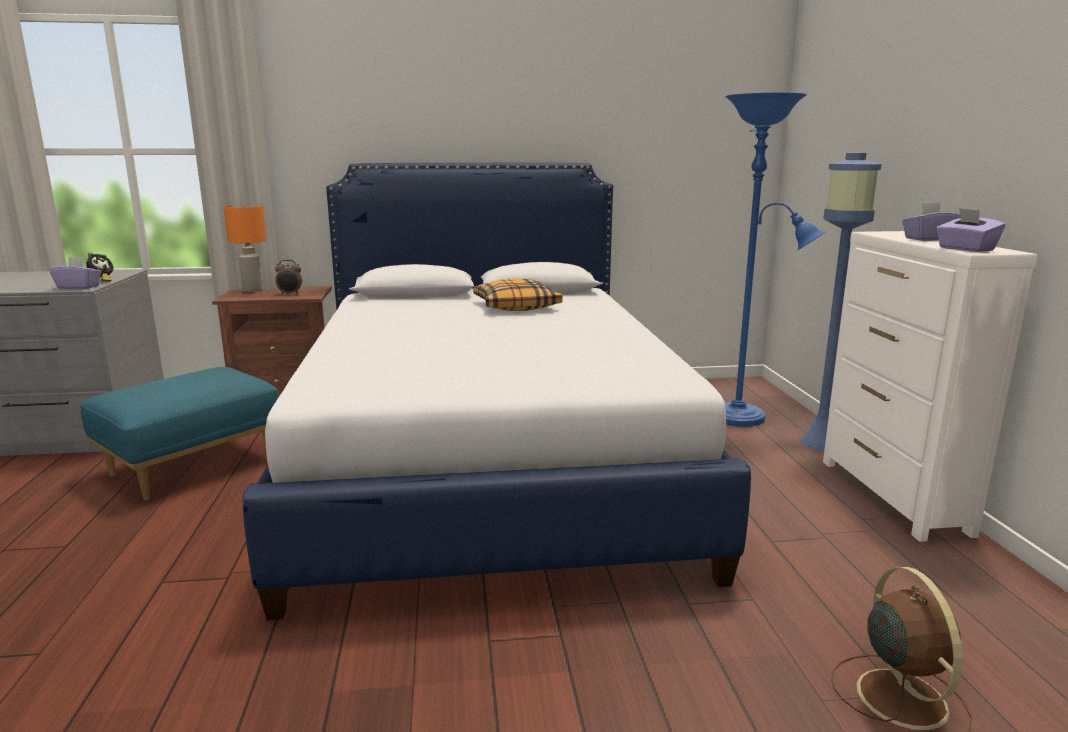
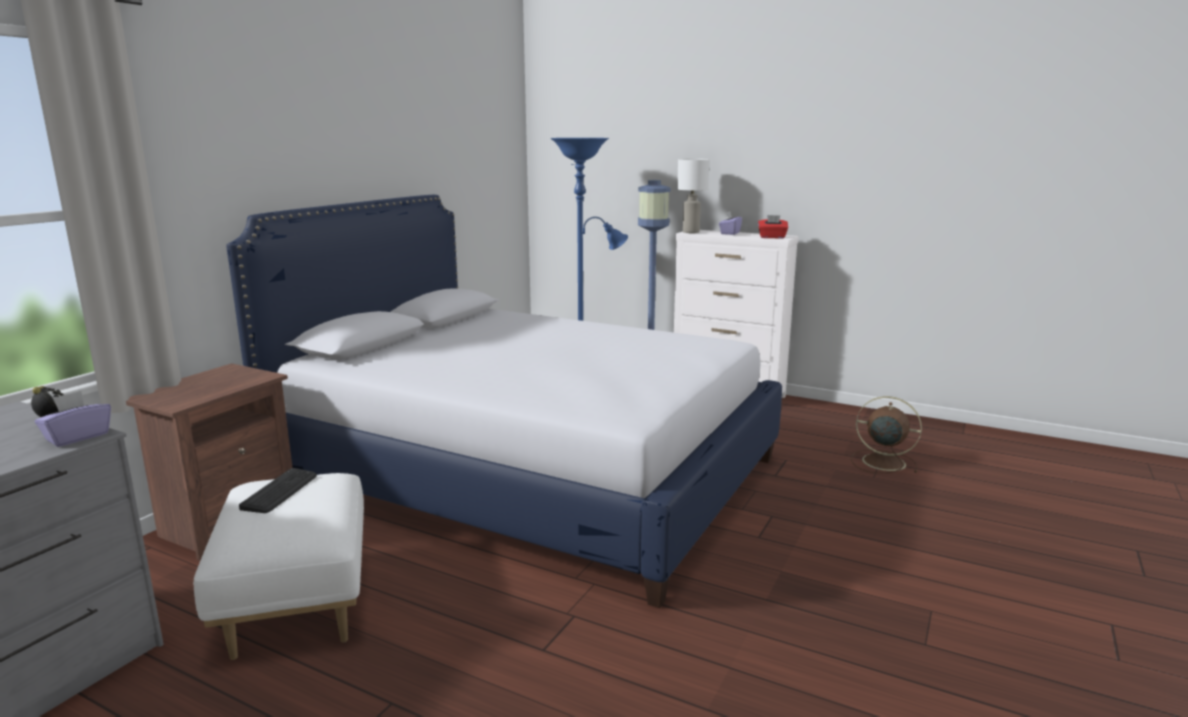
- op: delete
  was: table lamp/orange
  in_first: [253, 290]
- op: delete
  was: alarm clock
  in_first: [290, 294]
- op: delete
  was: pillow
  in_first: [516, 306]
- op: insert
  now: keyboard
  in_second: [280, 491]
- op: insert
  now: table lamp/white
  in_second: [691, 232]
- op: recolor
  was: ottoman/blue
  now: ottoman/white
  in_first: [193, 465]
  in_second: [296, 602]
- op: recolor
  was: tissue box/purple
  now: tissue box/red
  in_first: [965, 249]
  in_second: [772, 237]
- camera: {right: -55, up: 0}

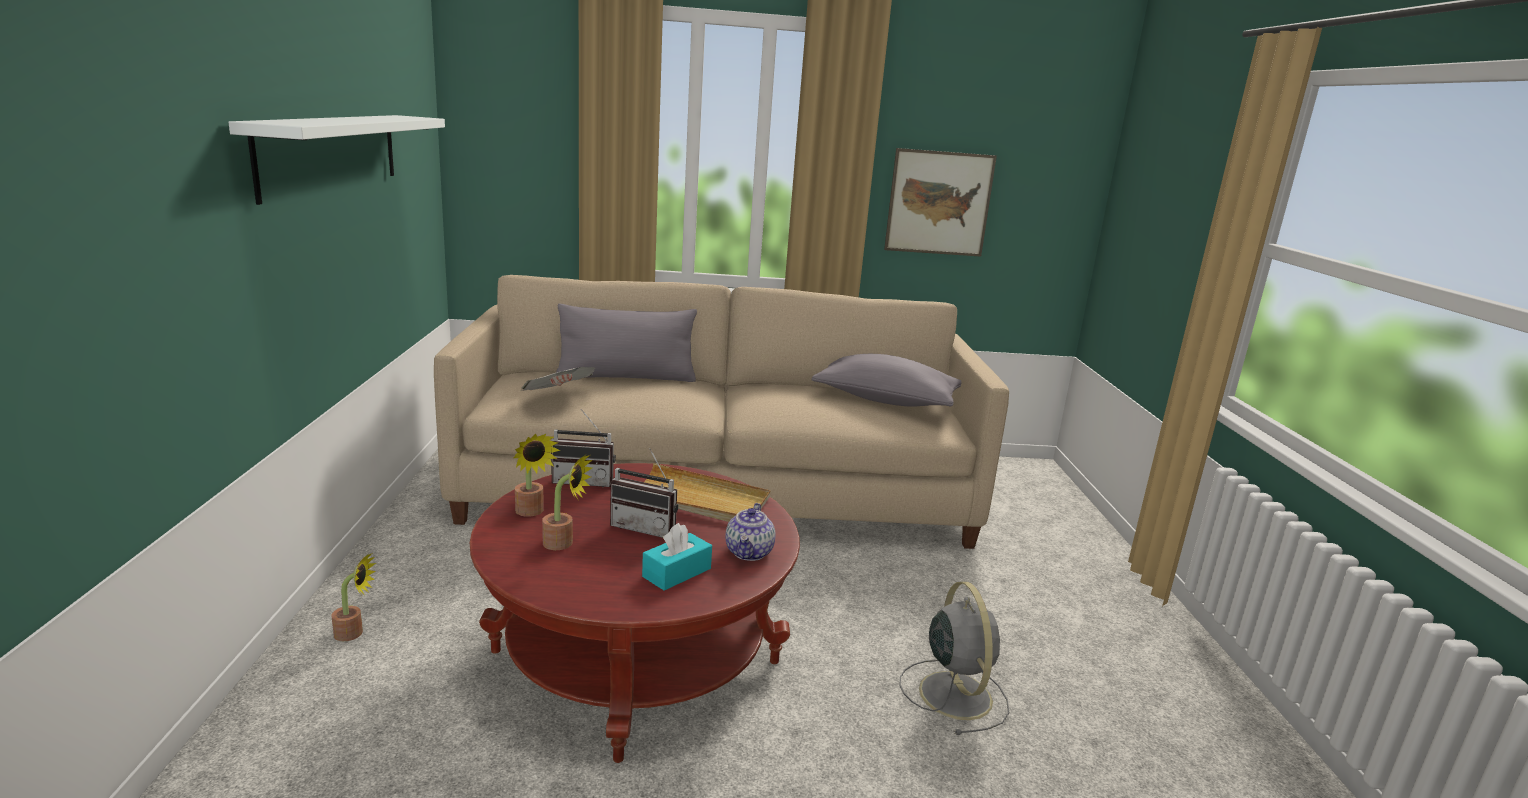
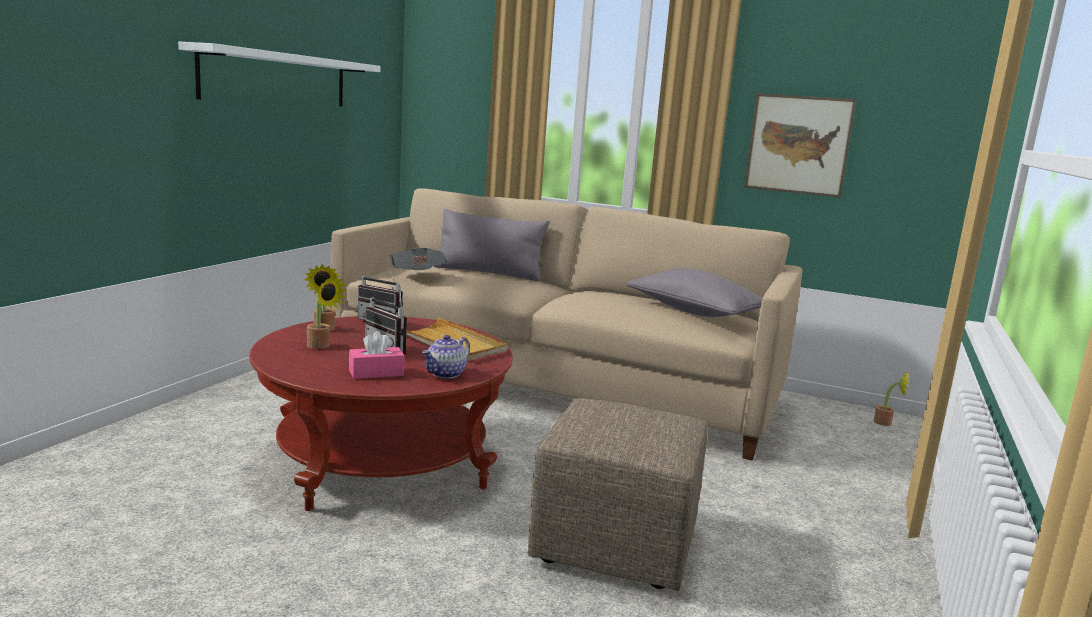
- op: move
  was: potted plant
  in_first: [354, 633]
  in_second: [886, 423]
- op: replace
  was: fan/grey
  now: ottoman/beige
  in_first: [954, 693]
  in_second: [615, 543]
- op: recolor
  was: tissue box/turquoise
  now: tissue box/pink
  in_first: [677, 572]
  in_second: [376, 373]
- camera: {right: 25, up: -5}

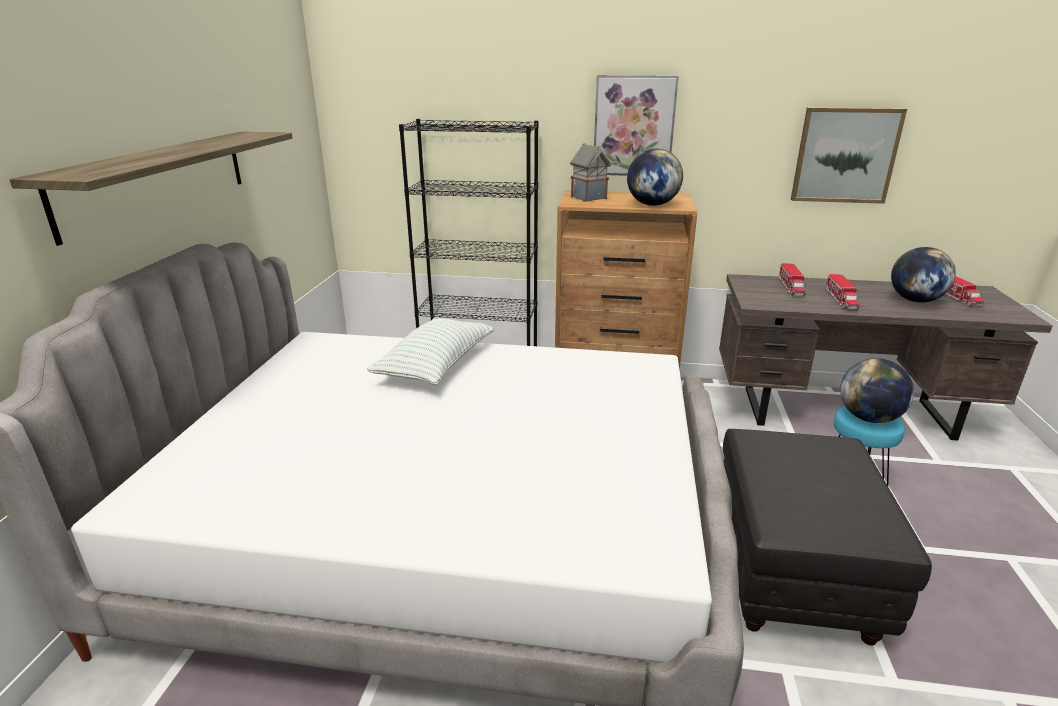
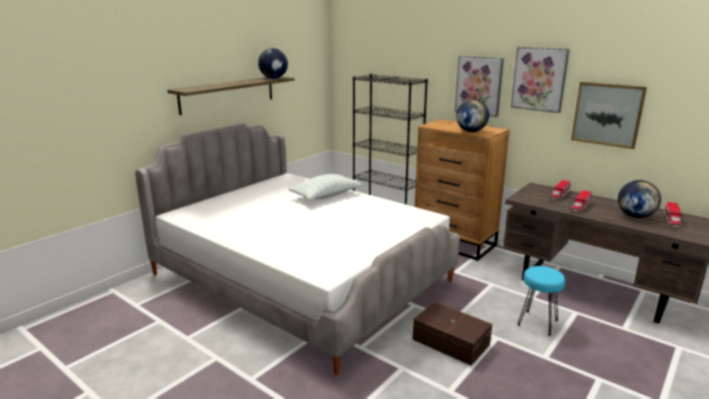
- op: delete
  was: toy house
  in_first: [589, 198]
- op: insert
  now: picture
  in_second: [539, 79]
- op: move
  was: globe
  in_first: [869, 418]
  in_second: [273, 78]
- op: replace
  was: ottoman/black
  now: storage box/brown
  in_first: [791, 575]
  in_second: [450, 341]
- camera: {right: 30, up: -5}

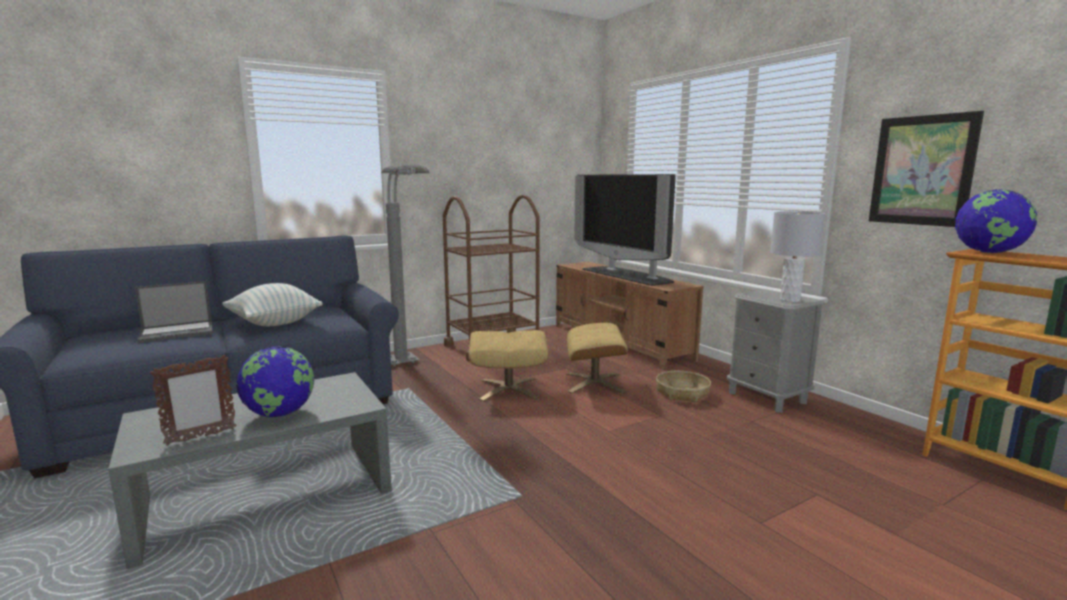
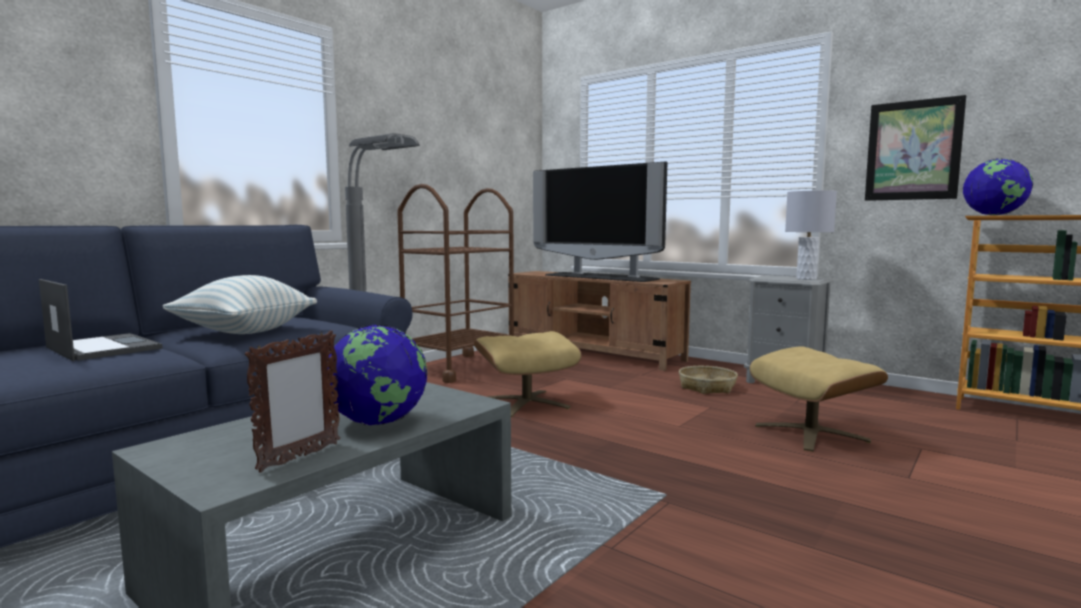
- op: move
  was: ottoman/beige
  in_first: [595, 383]
  in_second: [811, 433]
- op: rotate
  was: laptop
  in_first: [178, 332]
  in_second: [102, 348]
  clockwise: -90
- camera: {right: -20, up: -5}

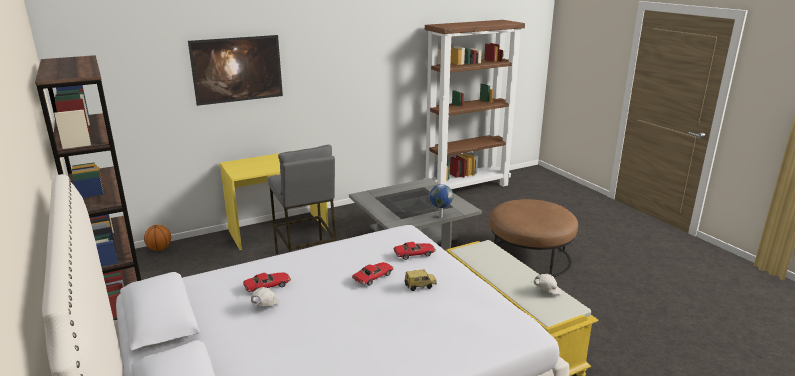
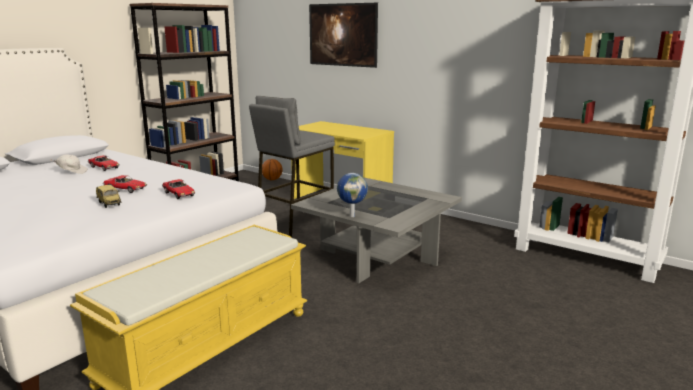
- op: delete
  was: ottoman/brown
  in_first: [529, 257]
- op: delete
  was: cap/white
  in_first: [546, 292]
- camera: {right: 65, up: -5}

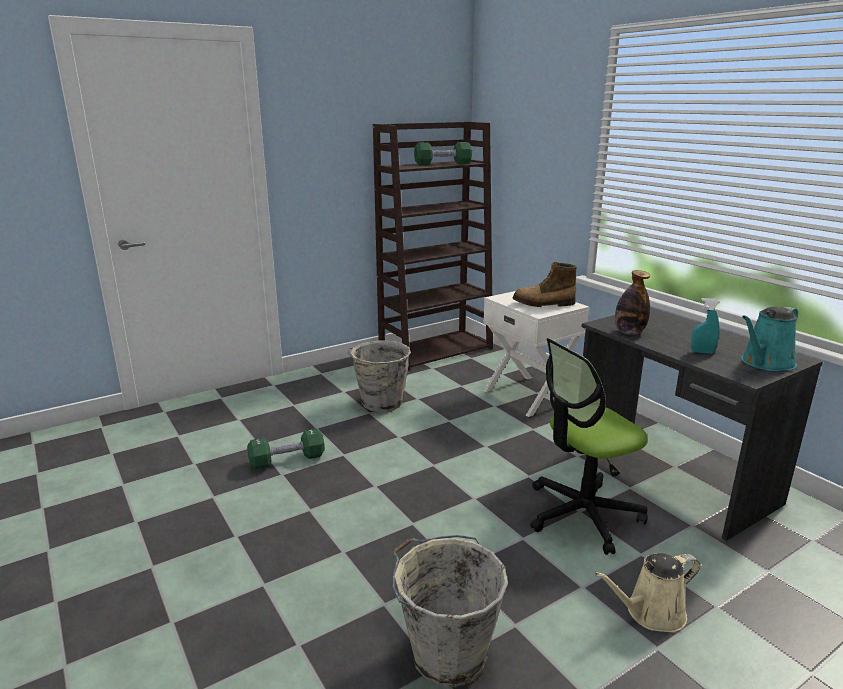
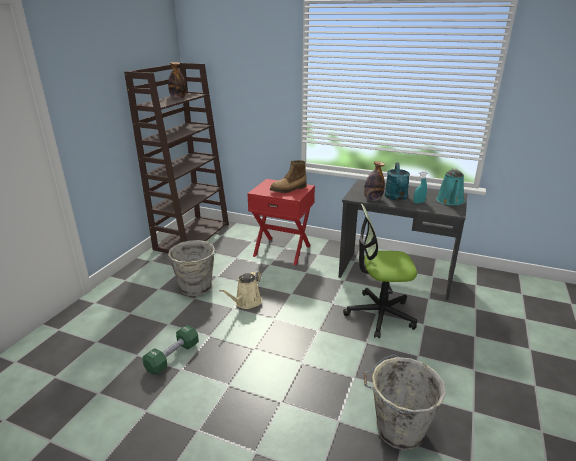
- op: insert
  now: watering can/turquoise
  in_second: [396, 198]
- op: move
  was: watering can/beige
  in_first: [650, 613]
  in_second: [246, 302]
- op: replace
  was: dumbbell/green
  now: bottle
  in_first: [443, 164]
  in_second: [178, 98]
- op: recolor
  was: nightstand/white
  now: nightstand/red
  in_first: [530, 395]
  in_second: [282, 250]
- op: rotate
  was: office chair
  in_first: [582, 514]
  in_second: [379, 314]
  clockwise: 60
- camera: {right: -35, up: 5}

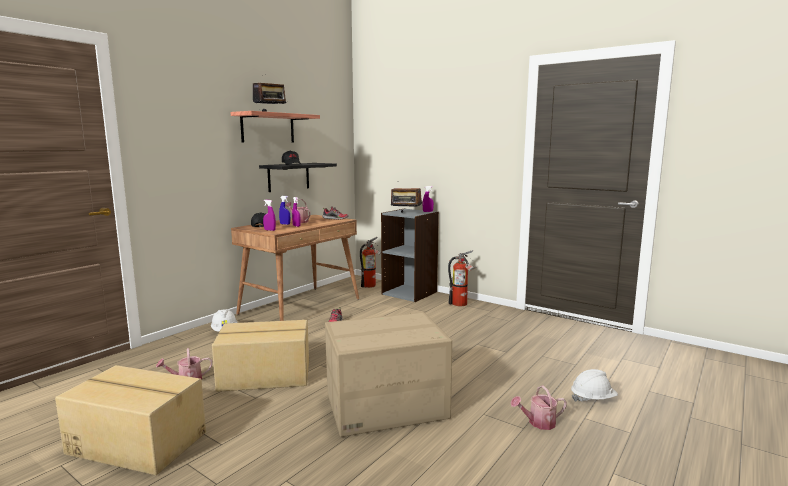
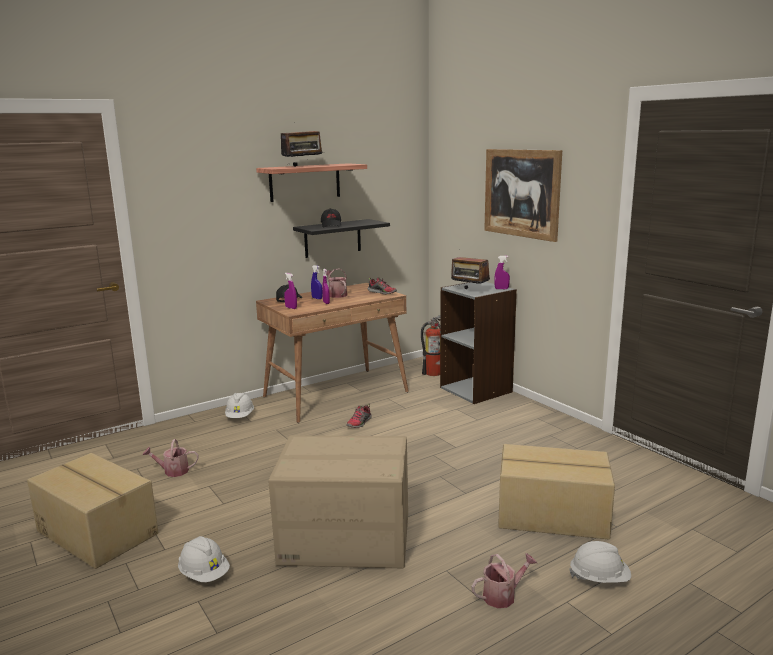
- op: delete
  was: fire extinguisher
  in_first: [461, 304]
- op: insert
  now: hard hat/white
  in_second: [204, 574]
- op: insert
  now: picture
  in_second: [521, 193]
- op: move
  was: cardboard box
  in_first: [265, 376]
  in_second: [552, 515]
- op: rotate
  was: watering can
  in_first: [538, 423]
  in_second: [503, 595]
  clockwise: 150
- camera: {right: 20, up: 5}

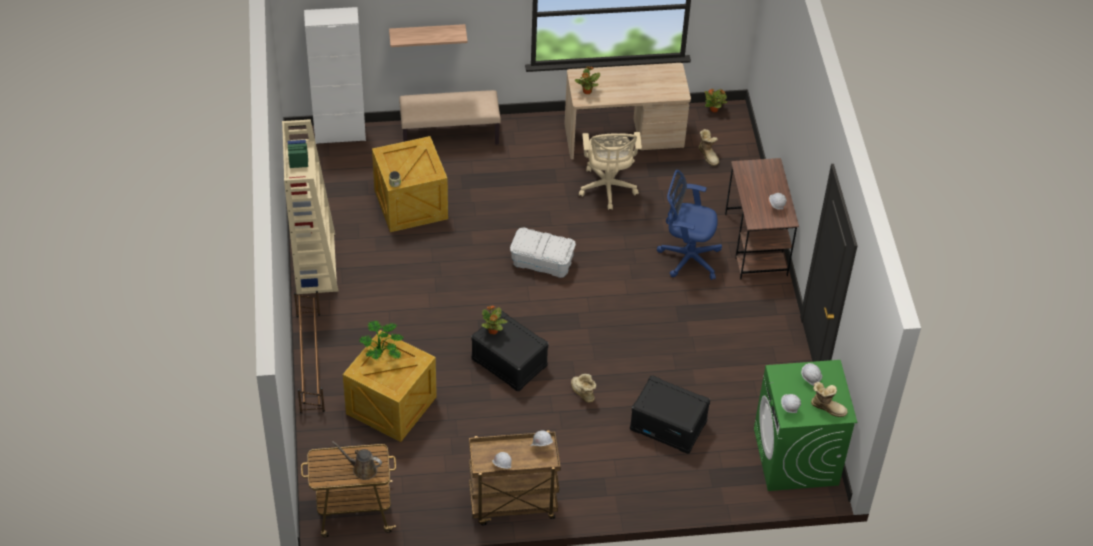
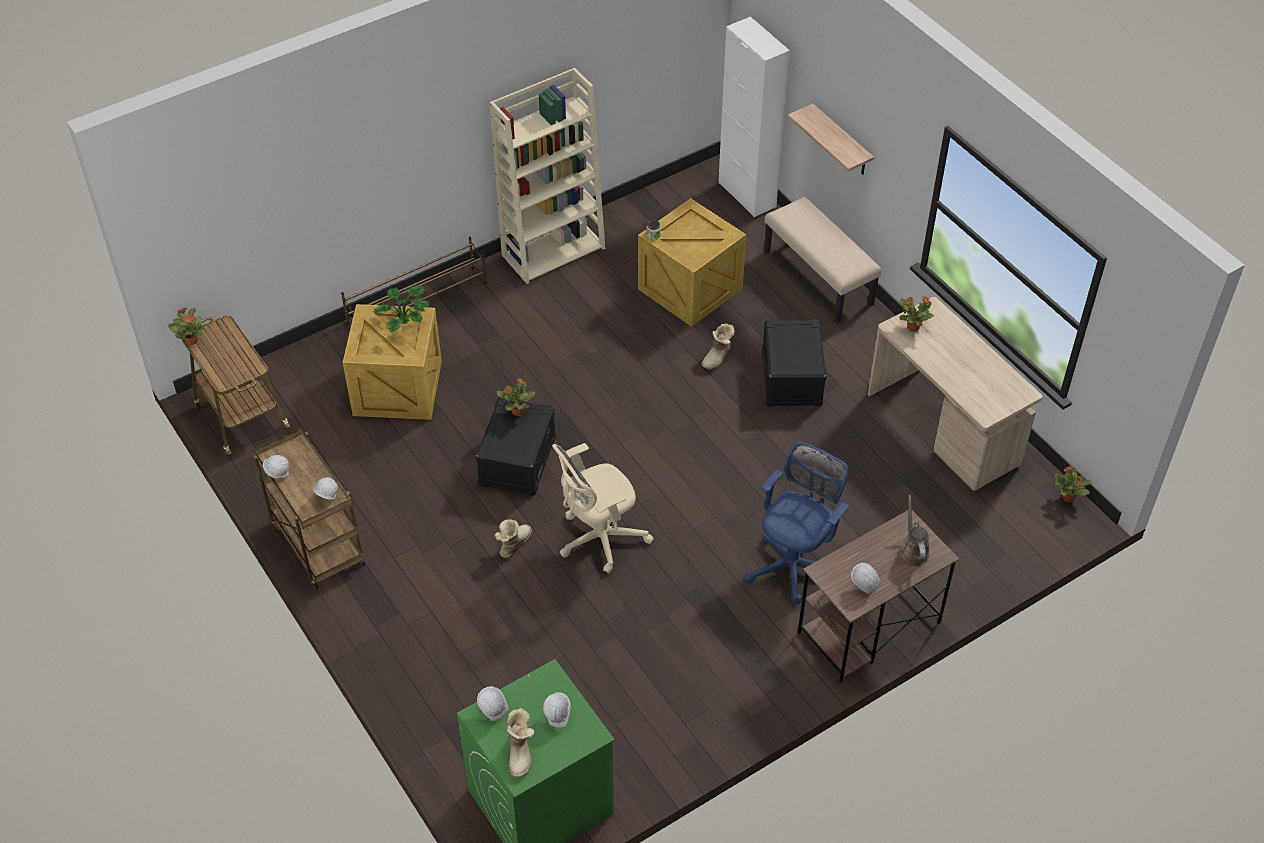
- op: delete
  was: storage box/white
  in_first: [542, 262]
- op: insert
  now: potted plant
  in_second: [191, 340]
- op: move
  was: watering can/brown
  in_first: [362, 469]
  in_second: [912, 551]
- op: move
  was: office chair/beige
  in_first: [607, 188]
  in_second: [598, 539]
- op: move
  was: storage box/black
  in_first: [668, 425]
  in_second: [792, 378]
- op: move
  was: boot
  in_first: [708, 155]
  in_second: [718, 357]
- op: rotate
  was: office chair/blue
  in_first: [687, 257]
  in_second: [794, 564]
  clockwise: 45
- camera: {right: 65, up: 0}

